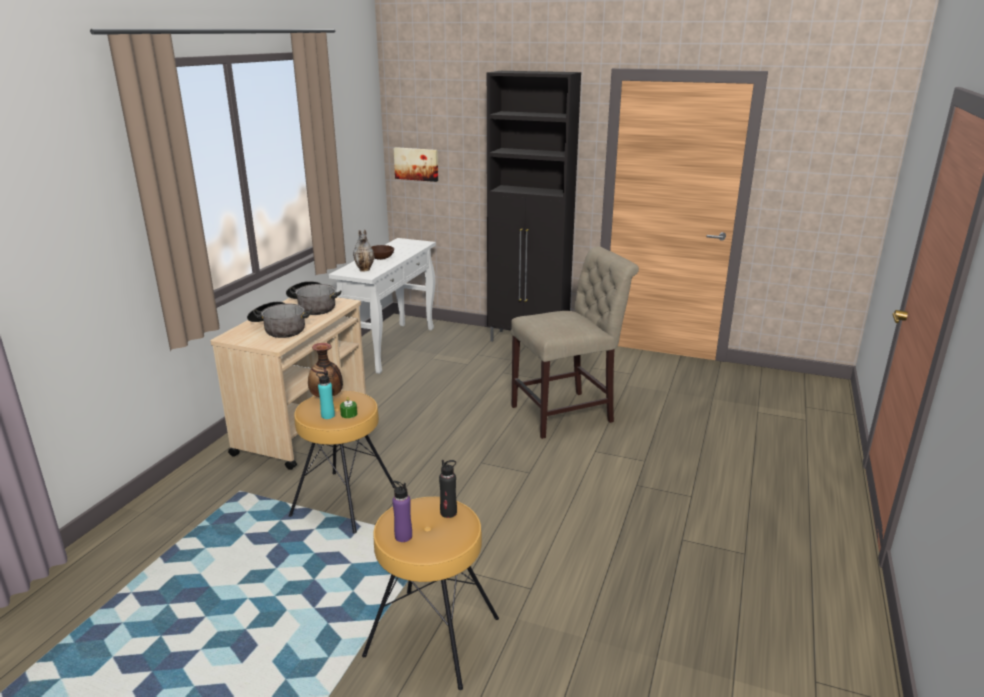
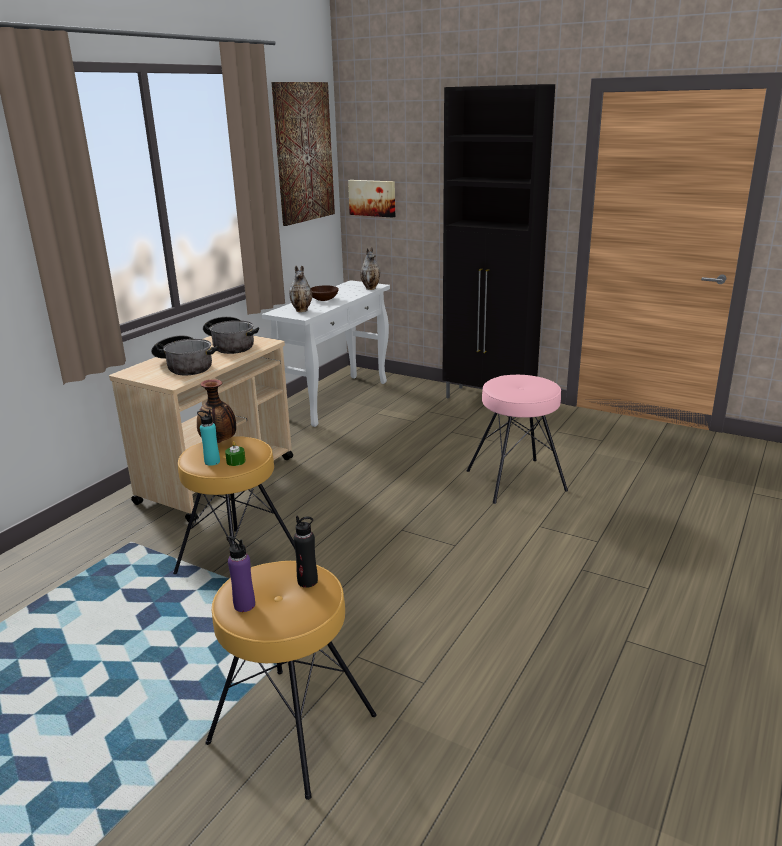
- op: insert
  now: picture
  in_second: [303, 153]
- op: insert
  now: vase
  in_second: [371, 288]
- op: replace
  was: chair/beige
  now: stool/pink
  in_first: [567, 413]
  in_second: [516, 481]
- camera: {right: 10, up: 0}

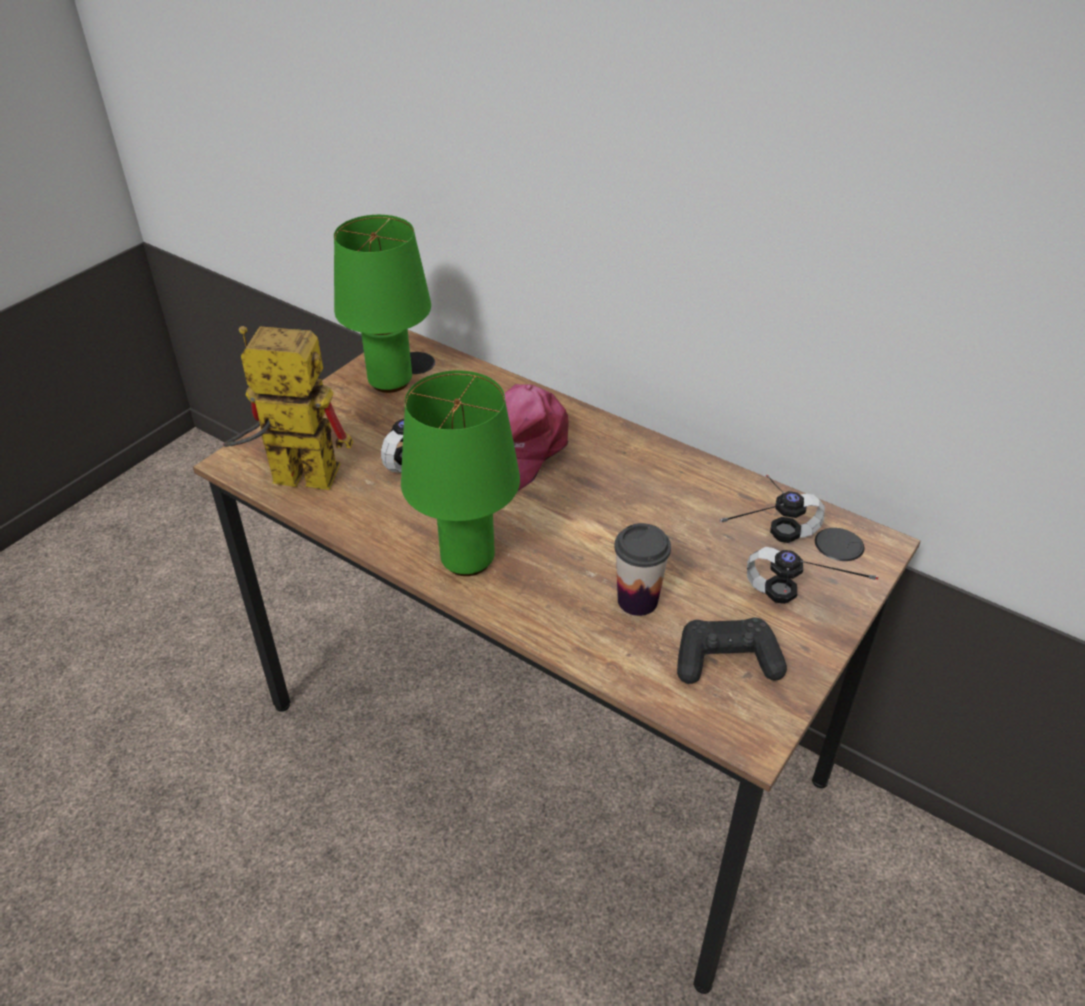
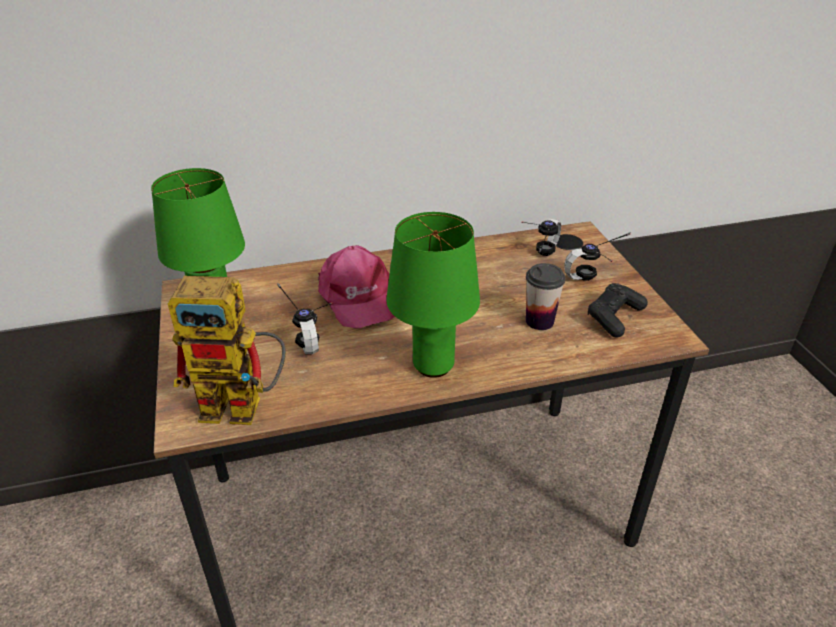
- op: rotate
  was: toy robot
  in_first: [290, 478]
  in_second: [245, 406]
  clockwise: -135
- camera: {right: -50, up: -5}

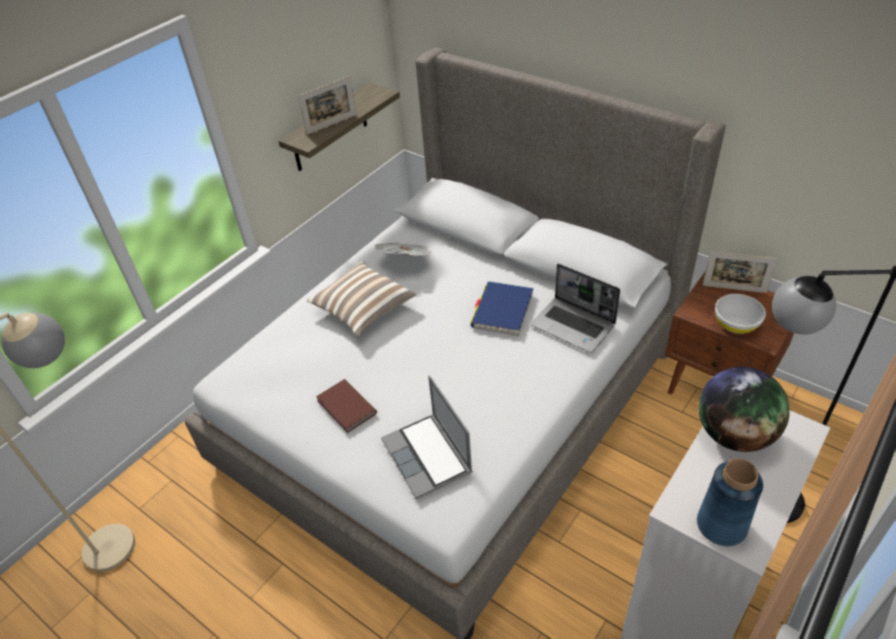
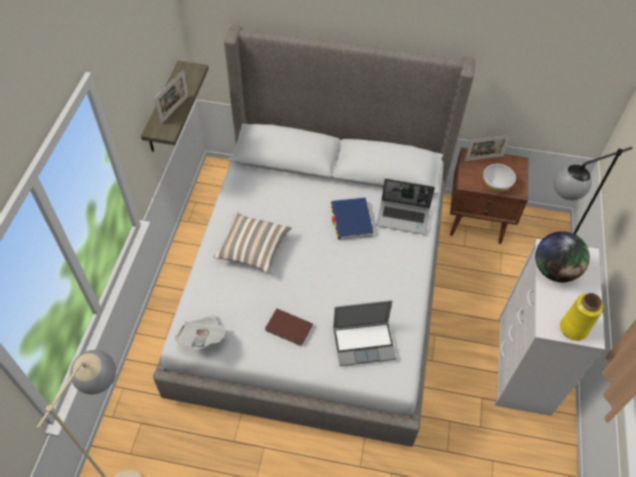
- op: move
  was: newspaper
  in_first: [407, 260]
  in_second: [203, 338]
- op: recolor
  was: vase/blue
  now: vase/yellow
  in_first: [721, 525]
  in_second: [573, 328]
- op: rotate
  was: laptop
  in_first: [428, 457]
  in_second: [364, 343]
  clockwise: -45
- camera: {right: -30, up: 10}

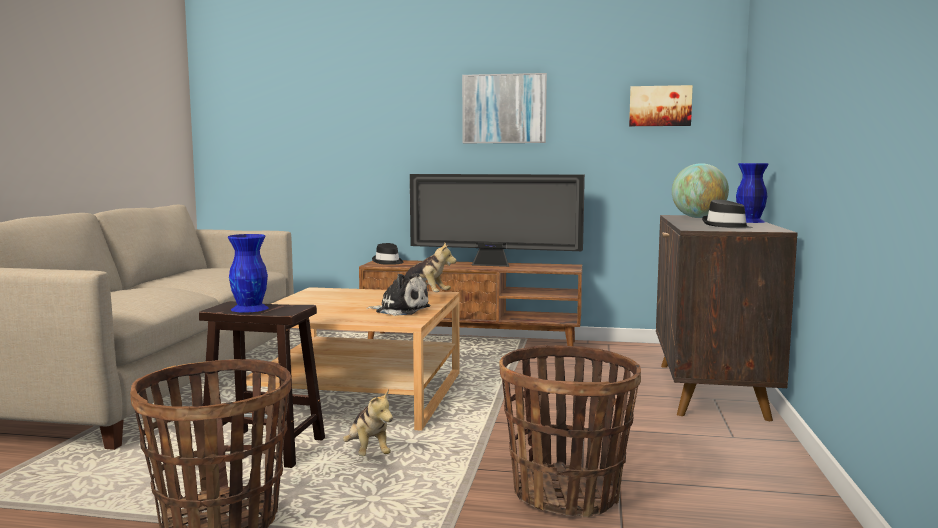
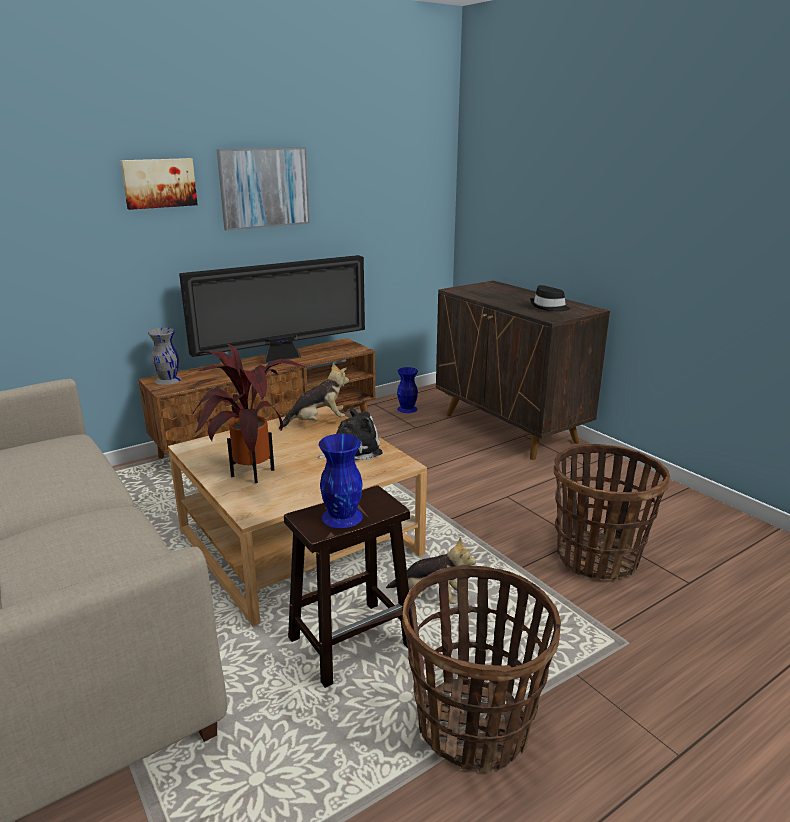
- op: delete
  was: globe
  in_first: [698, 218]
- op: insert
  now: potted plant
  in_second: [248, 474]
- op: move
  was: picture
  in_first: [660, 106]
  in_second: [159, 183]
- op: move
  was: vase/blue
  in_first: [749, 221]
  in_second: [407, 409]
- op: replace
  was: hat/black
  now: vase/grey
  in_first: [388, 262]
  in_second: [168, 380]
- camera: {right: -45, up: 15}

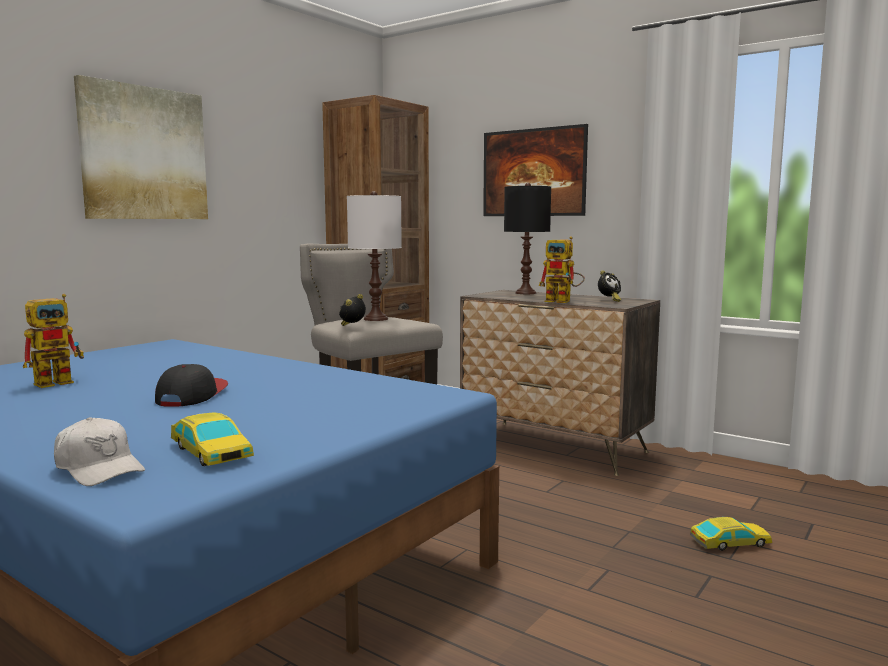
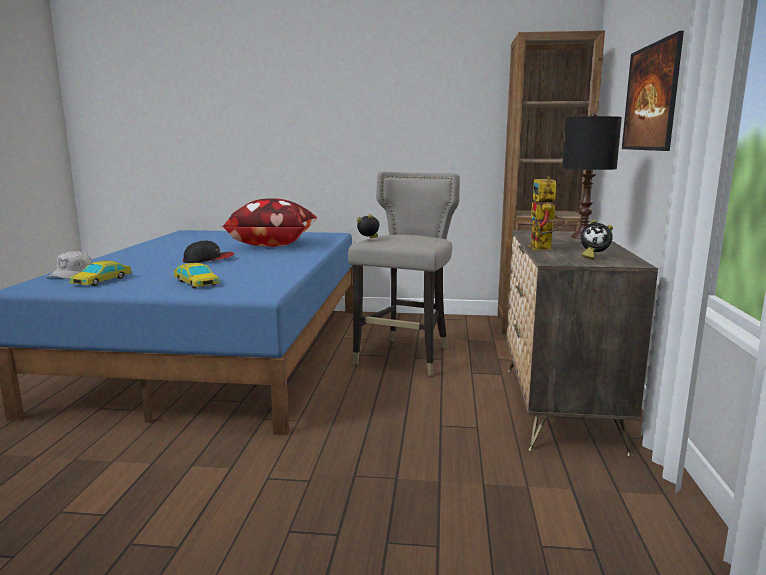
- op: delete
  was: toy robot
  in_first: [61, 381]
- op: delete
  was: picture
  in_first: [144, 153]
- op: delete
  was: table lamp/white
  in_first: [375, 319]
- op: insert
  now: pillow
  in_second: [272, 245]
- op: move
  was: toy car
  in_first: [730, 542]
  in_second: [196, 282]
- camera: {right: 60, up: 5}

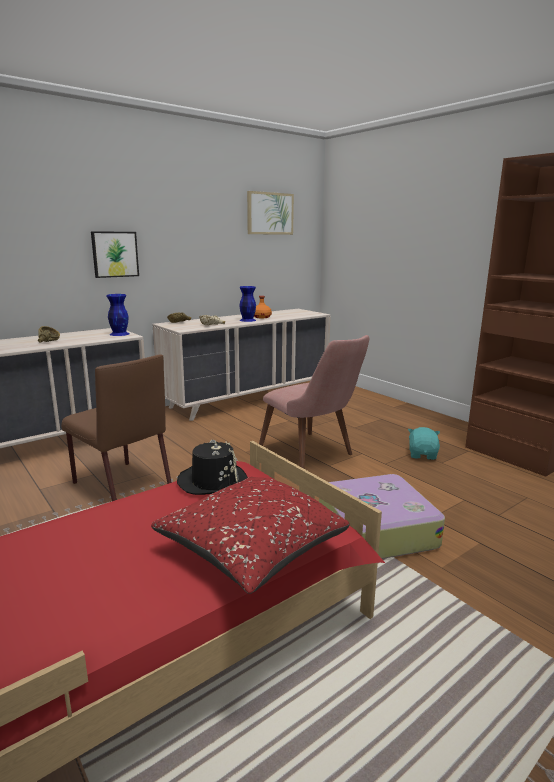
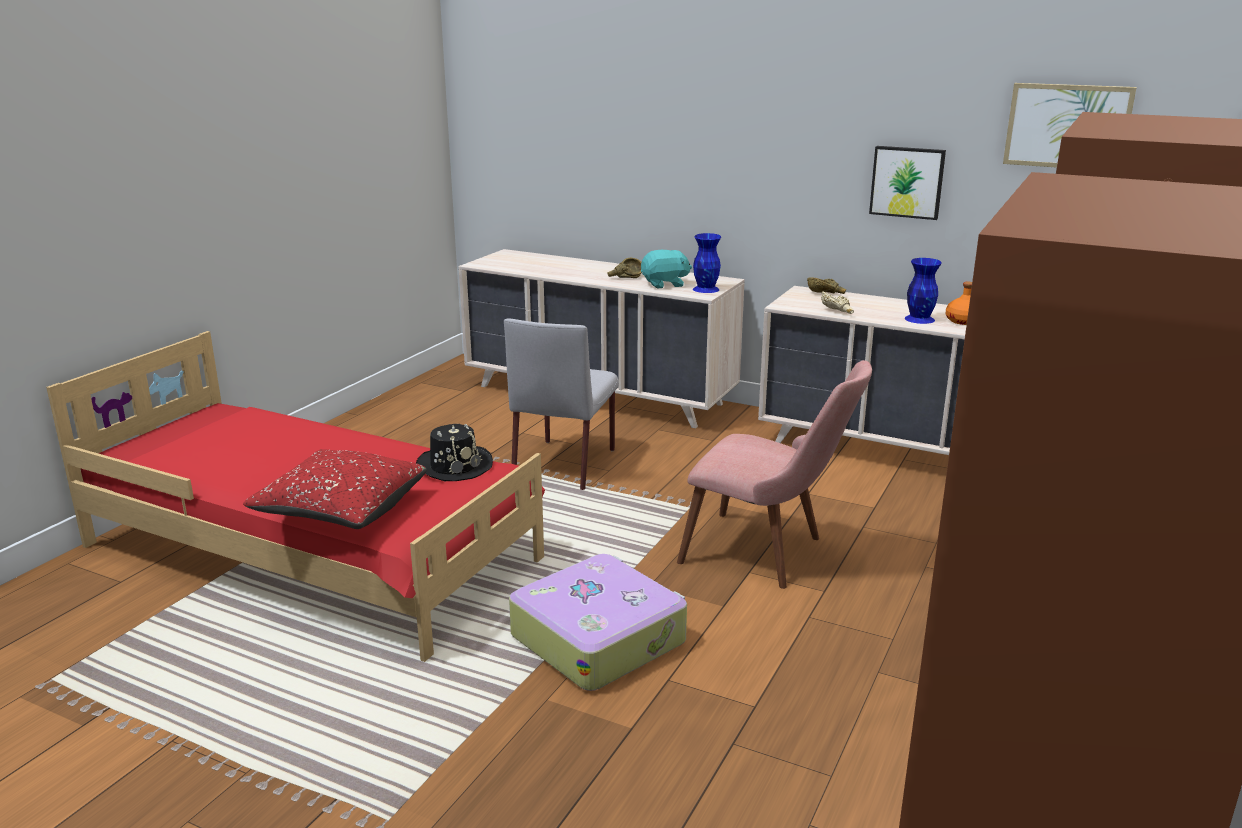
- op: move
  was: picture
  in_first: [115, 254]
  in_second: [907, 182]
- op: move
  was: plush toy/turquoise
  in_first: [423, 455]
  in_second: [665, 284]
- op: recolor
  was: chair/brown
  now: chair/grey
  in_first: [121, 485]
  in_second: [565, 463]
- op: rotate
  was: chair/pink
  in_first: [313, 455]
  in_second: [769, 553]
  clockwise: -90
- camera: {right: 65, up: 5}

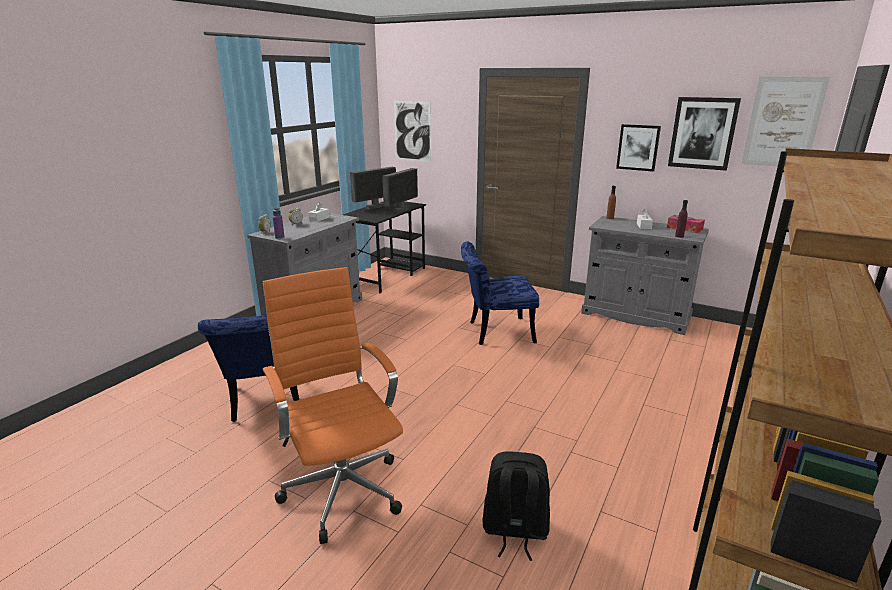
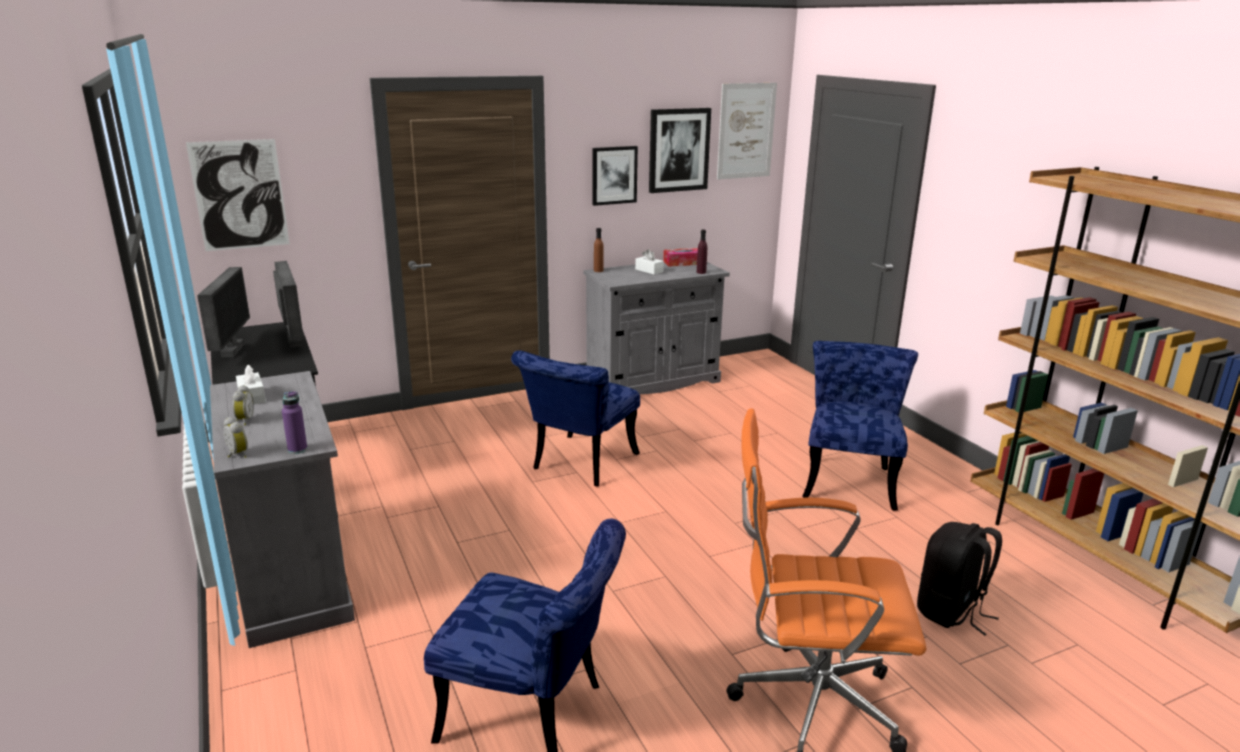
- op: insert
  now: chair/blue
  in_second: [849, 479]
- camera: {right: -55, up: 0}

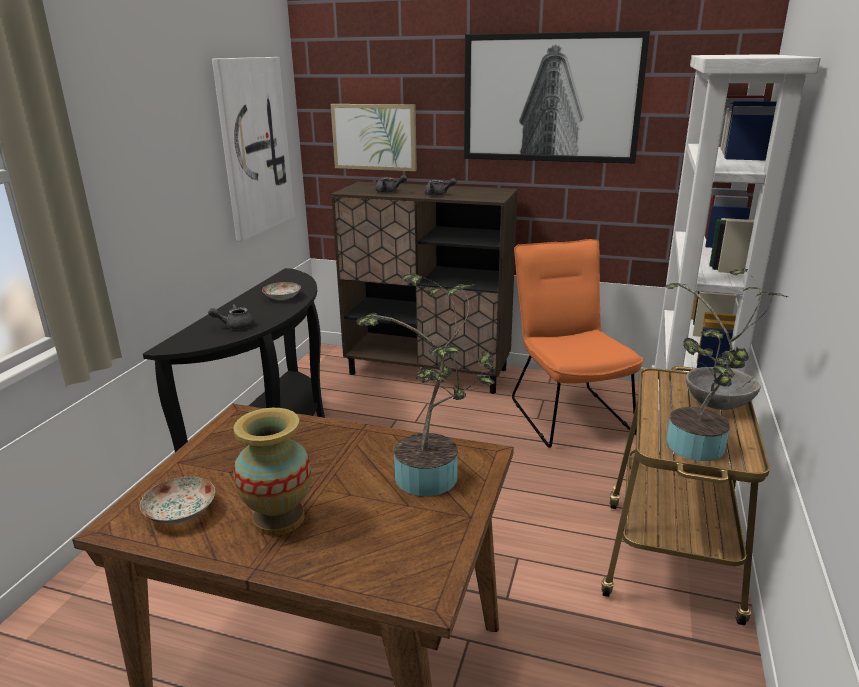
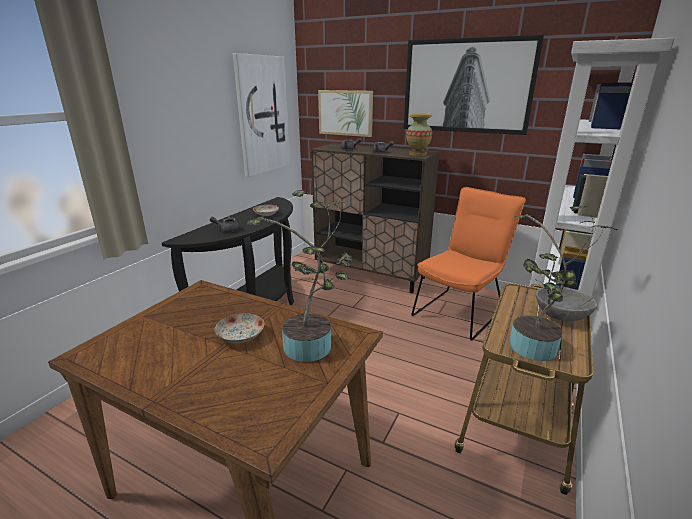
- op: move
  was: plate
  in_first: [179, 512]
  in_second: [240, 336]
- op: move
  was: vase
  in_first: [279, 518]
  in_second: [417, 154]
- op: rotate
  was: chair/orange
  in_first: [566, 411]
  in_second: [461, 311]
  clockwise: 45
- camera: {right: 10, up: 0}

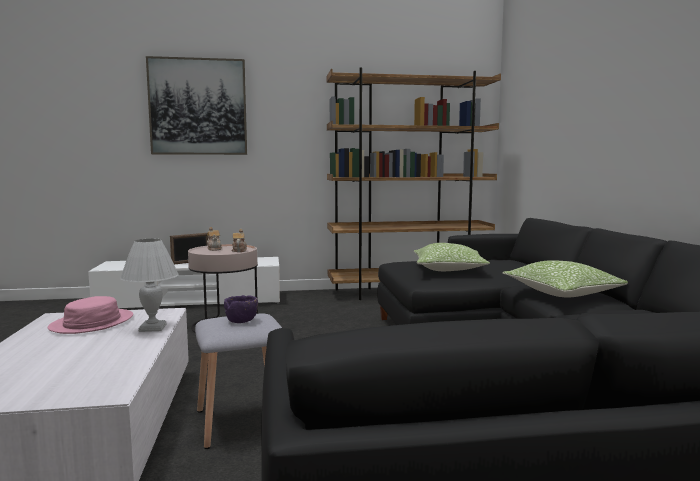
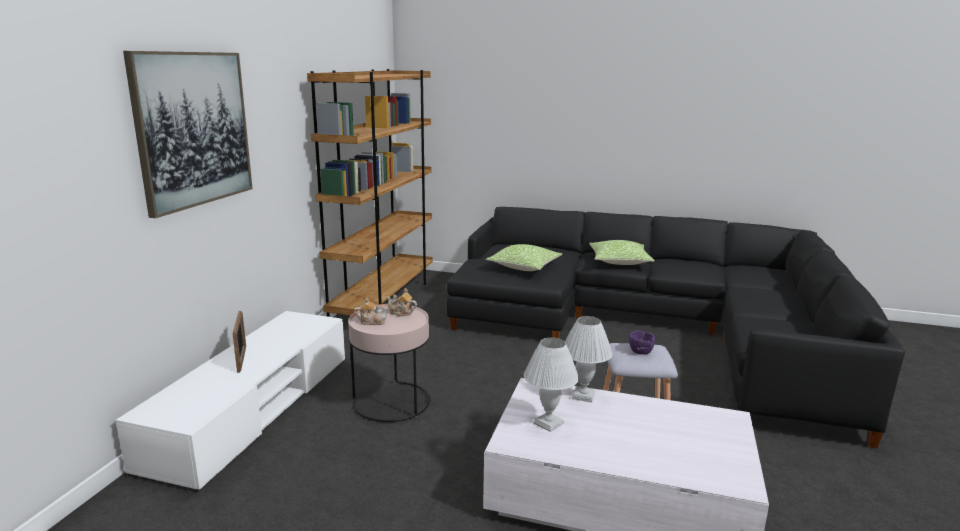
- op: replace
  was: hat/pink
  now: table lamp/white
  in_first: [92, 323]
  in_second: [548, 422]
- camera: {right: -65, up: 10}

